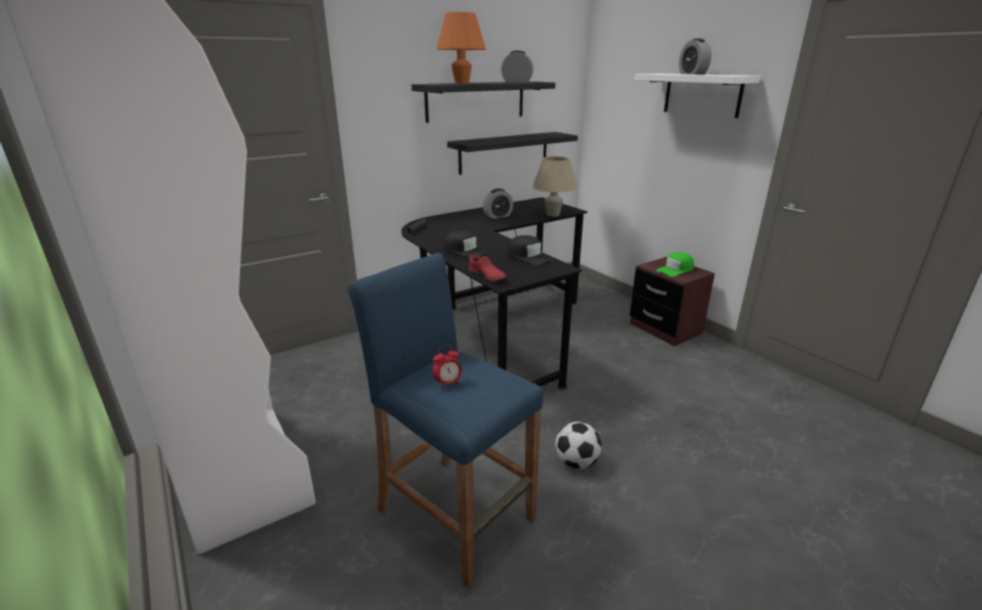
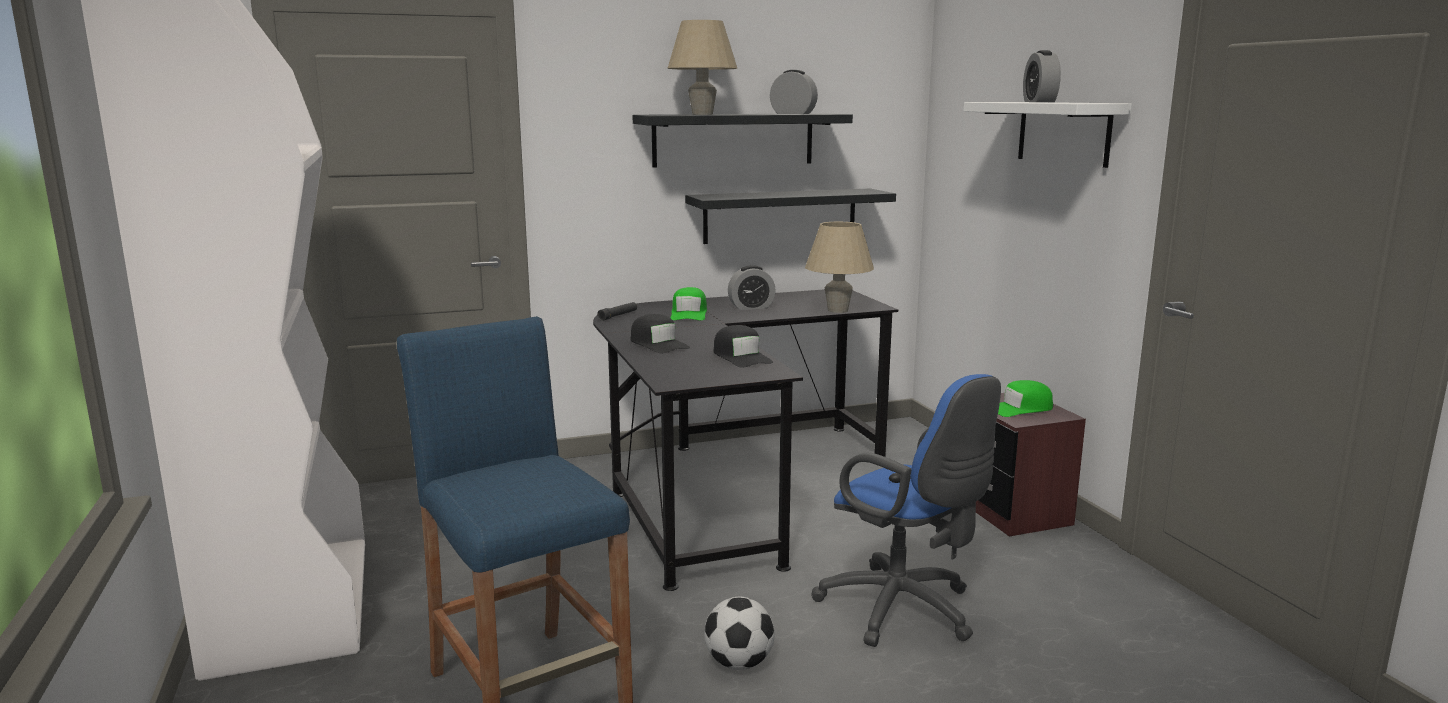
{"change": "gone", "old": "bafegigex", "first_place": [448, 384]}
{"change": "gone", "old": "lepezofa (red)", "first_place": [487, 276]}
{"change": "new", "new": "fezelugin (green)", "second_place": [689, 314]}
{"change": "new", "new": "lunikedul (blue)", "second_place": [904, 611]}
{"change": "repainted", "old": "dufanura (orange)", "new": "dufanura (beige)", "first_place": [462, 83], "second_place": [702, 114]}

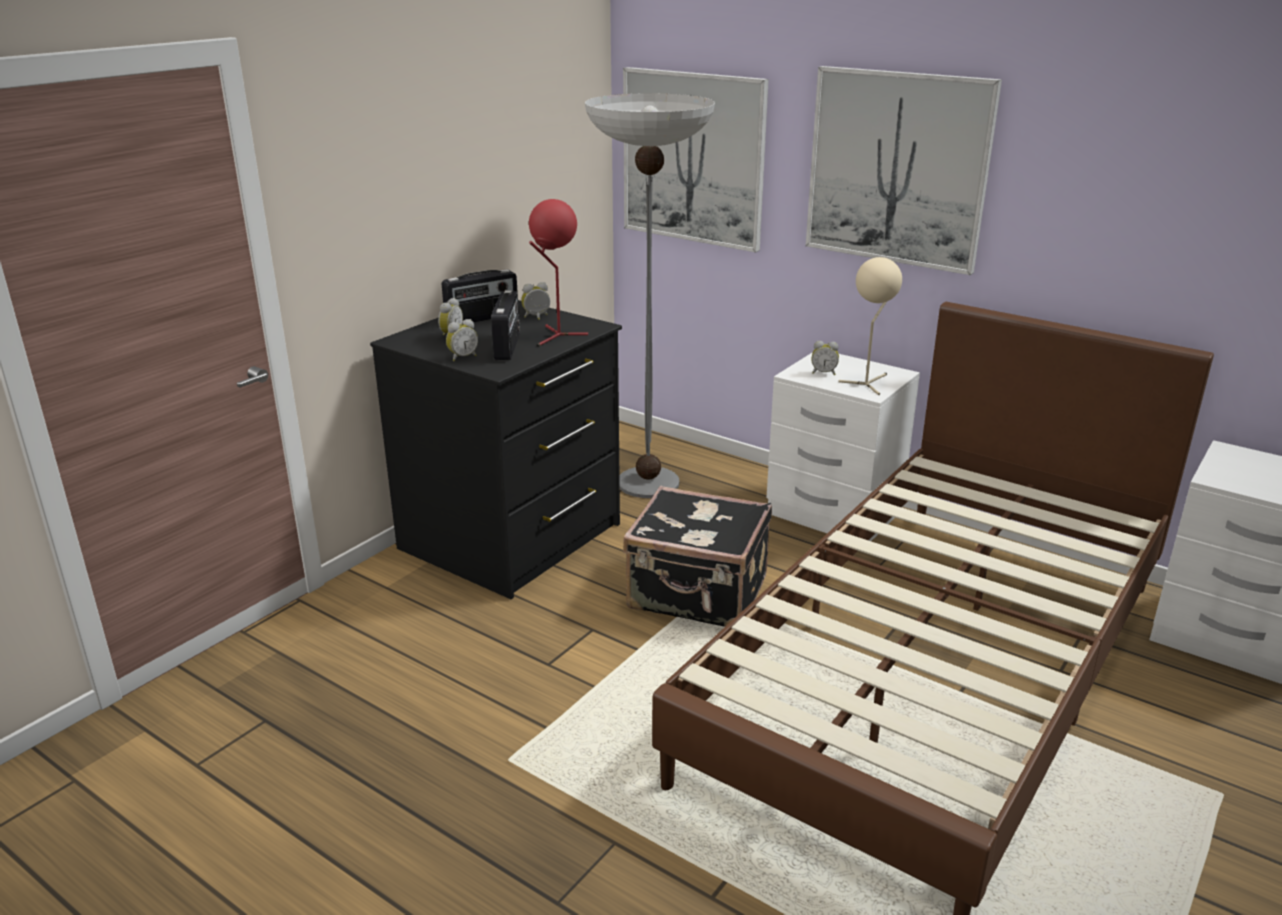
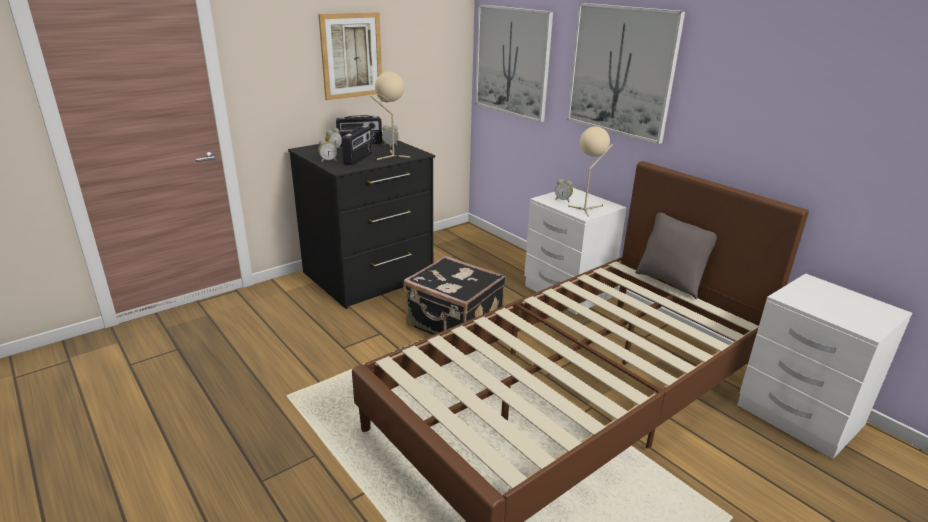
{"change": "gone", "old": "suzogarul", "first_place": [648, 483]}
{"change": "new", "new": "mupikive", "second_place": [351, 56]}
{"change": "new", "new": "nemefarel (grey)", "second_place": [670, 282]}
{"change": "repainted", "old": "dufanura (red)", "new": "dufanura (beige)", "first_place": [556, 336], "second_place": [391, 156]}

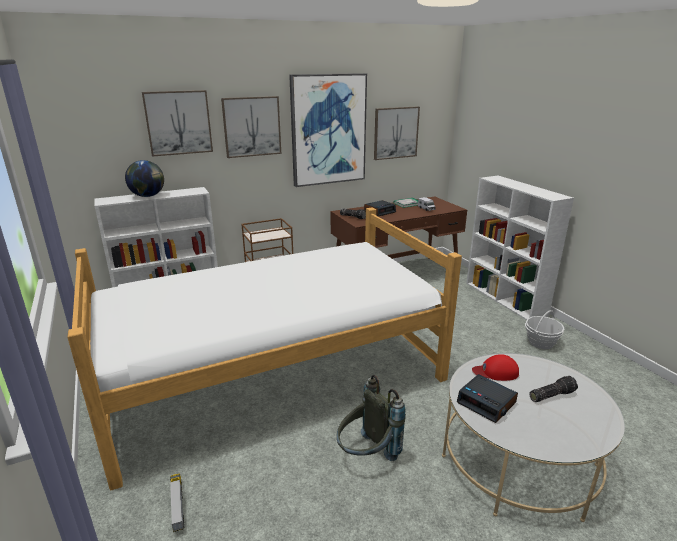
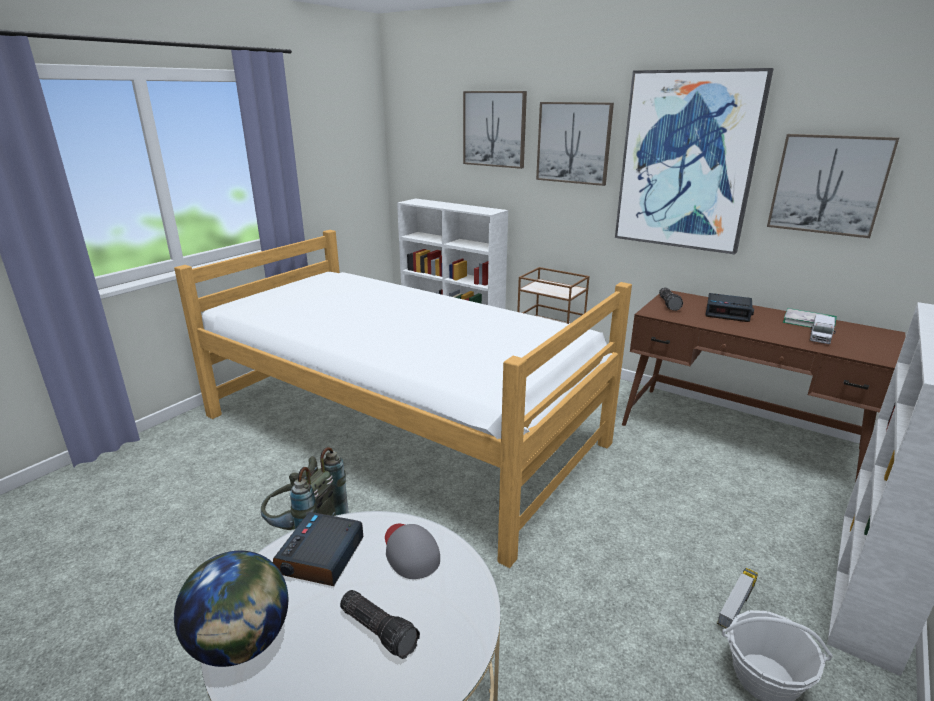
{"change": "shifted", "old": "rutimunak", "first_place": [148, 196], "second_place": [242, 643]}
{"change": "shifted", "old": "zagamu", "first_place": [178, 506], "second_place": [736, 605]}
{"change": "repainted", "old": "fezelugin (red)", "new": "fezelugin (grey)", "first_place": [496, 372], "second_place": [410, 551]}

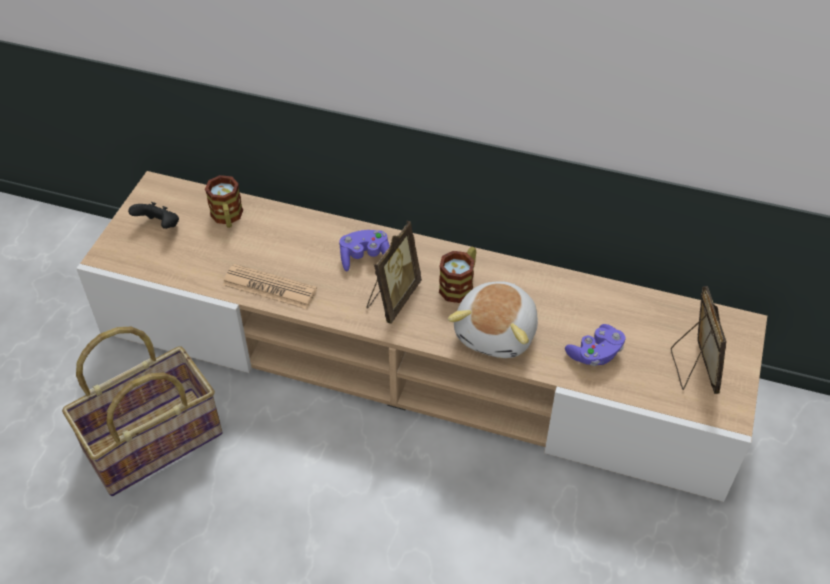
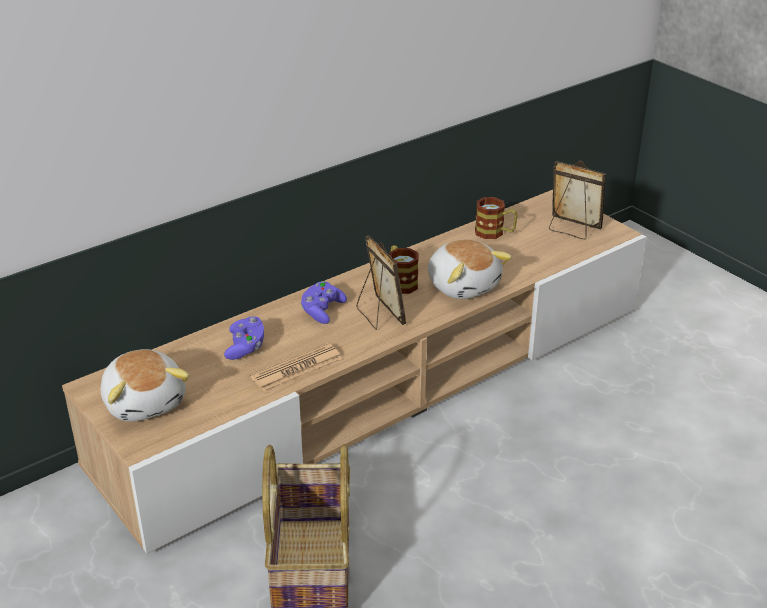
{"change": "shifted", "old": "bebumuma", "first_place": [227, 218], "second_place": [495, 233]}
{"change": "shifted", "old": "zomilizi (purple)", "first_place": [595, 354], "second_place": [245, 347]}
{"change": "swapped", "old": "zomilizi (black)", "new": "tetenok", "first_place": [159, 226], "second_place": [145, 401]}

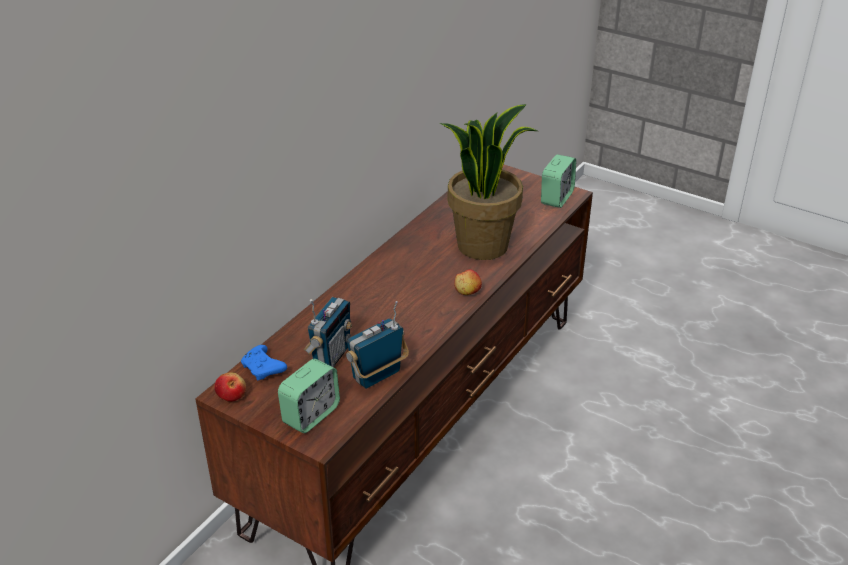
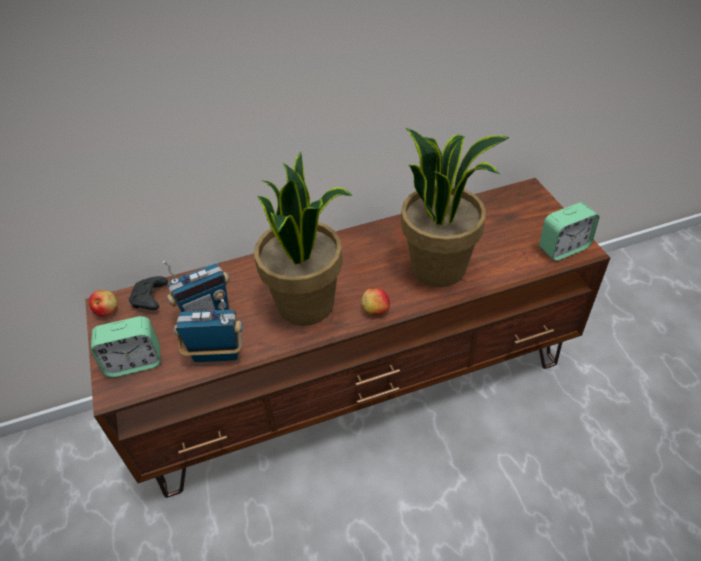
{"change": "new", "new": "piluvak", "second_place": [307, 304]}
{"change": "repainted", "old": "zomilizi (blue)", "new": "zomilizi (black)", "first_place": [264, 369], "second_place": [150, 299]}

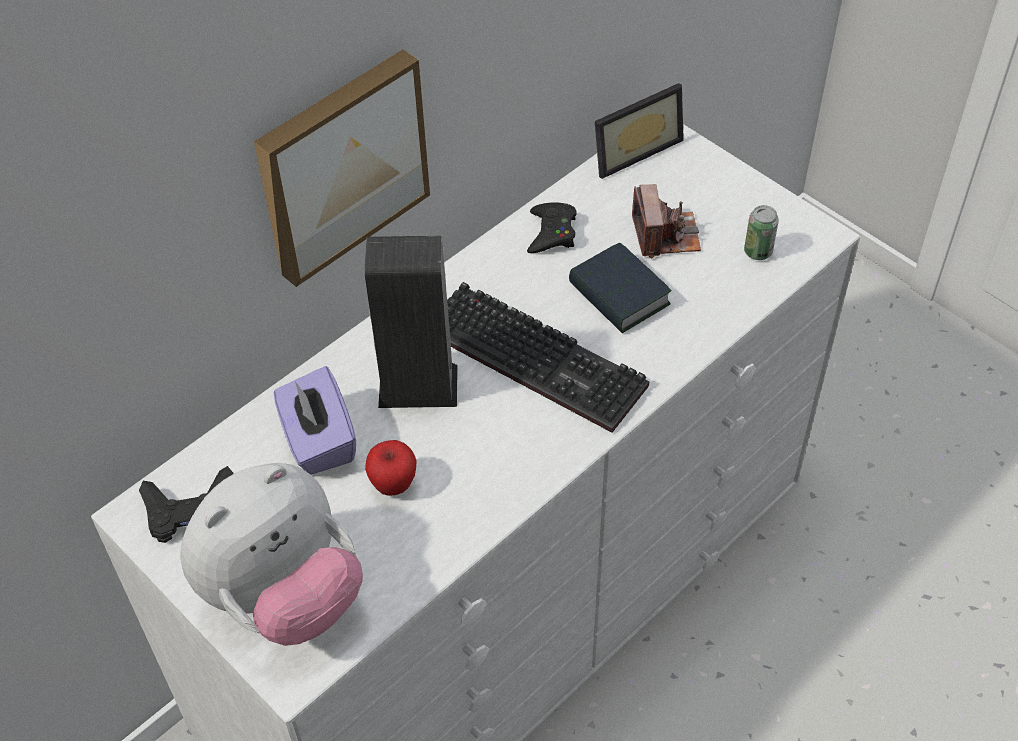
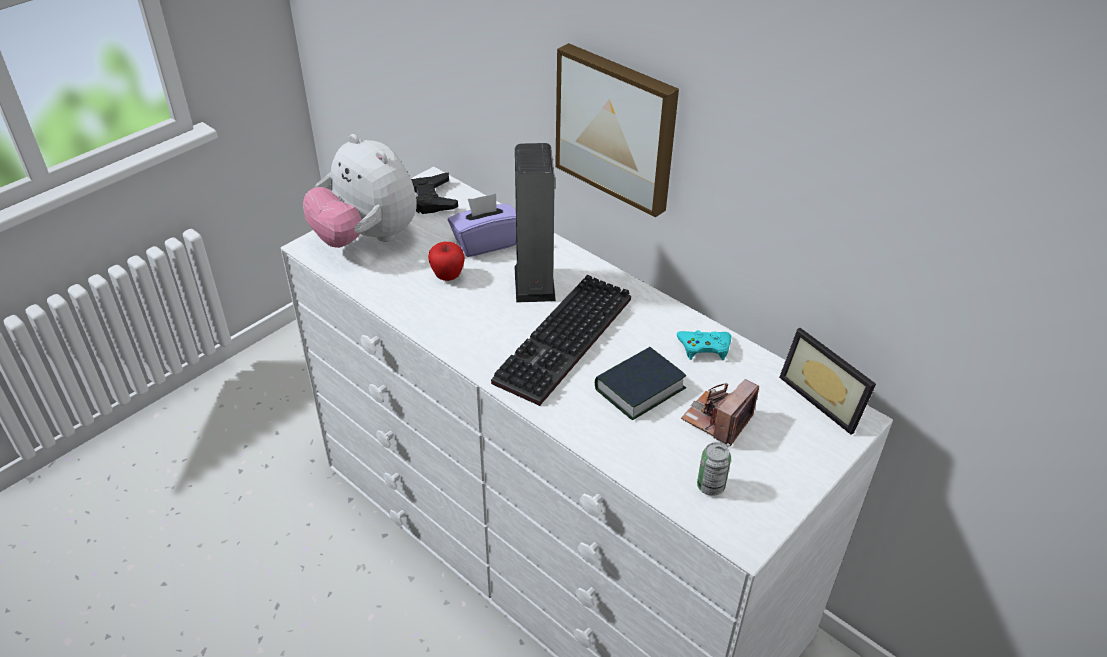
{"change": "repainted", "old": "zomilizi (black)", "new": "zomilizi (turquoise)", "first_place": [552, 233], "second_place": [704, 348]}
{"change": "rotated", "old": "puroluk", "first_place": [665, 235], "second_place": [718, 419], "degrees": 135}

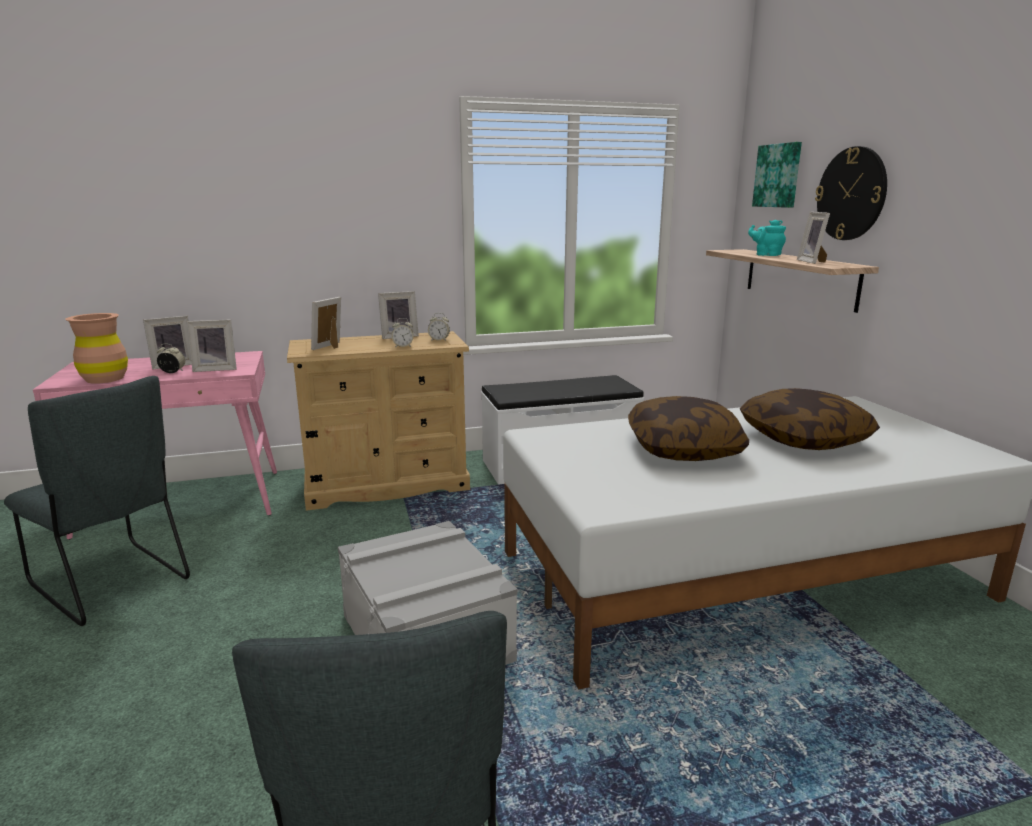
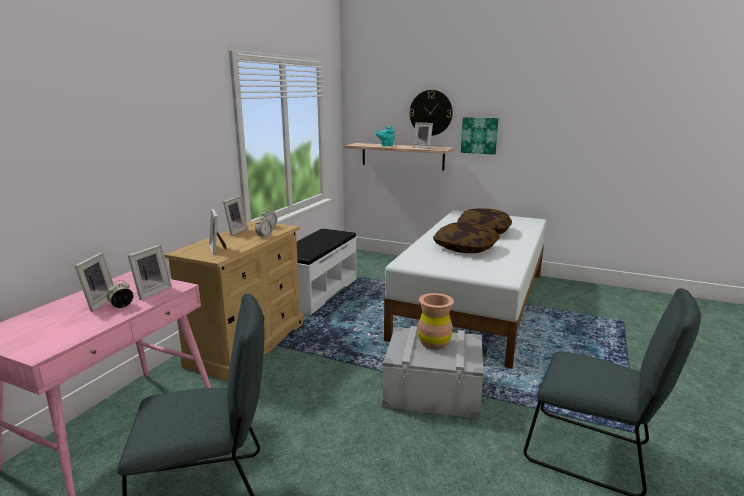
{"change": "shifted", "old": "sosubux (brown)", "first_place": [105, 379], "second_place": [434, 343]}
{"change": "shifted", "old": "mupikive", "first_place": [778, 175], "second_place": [479, 135]}

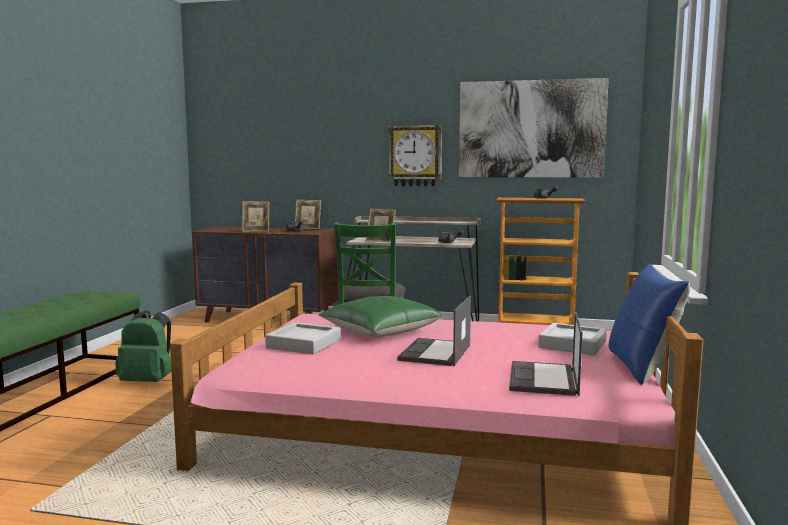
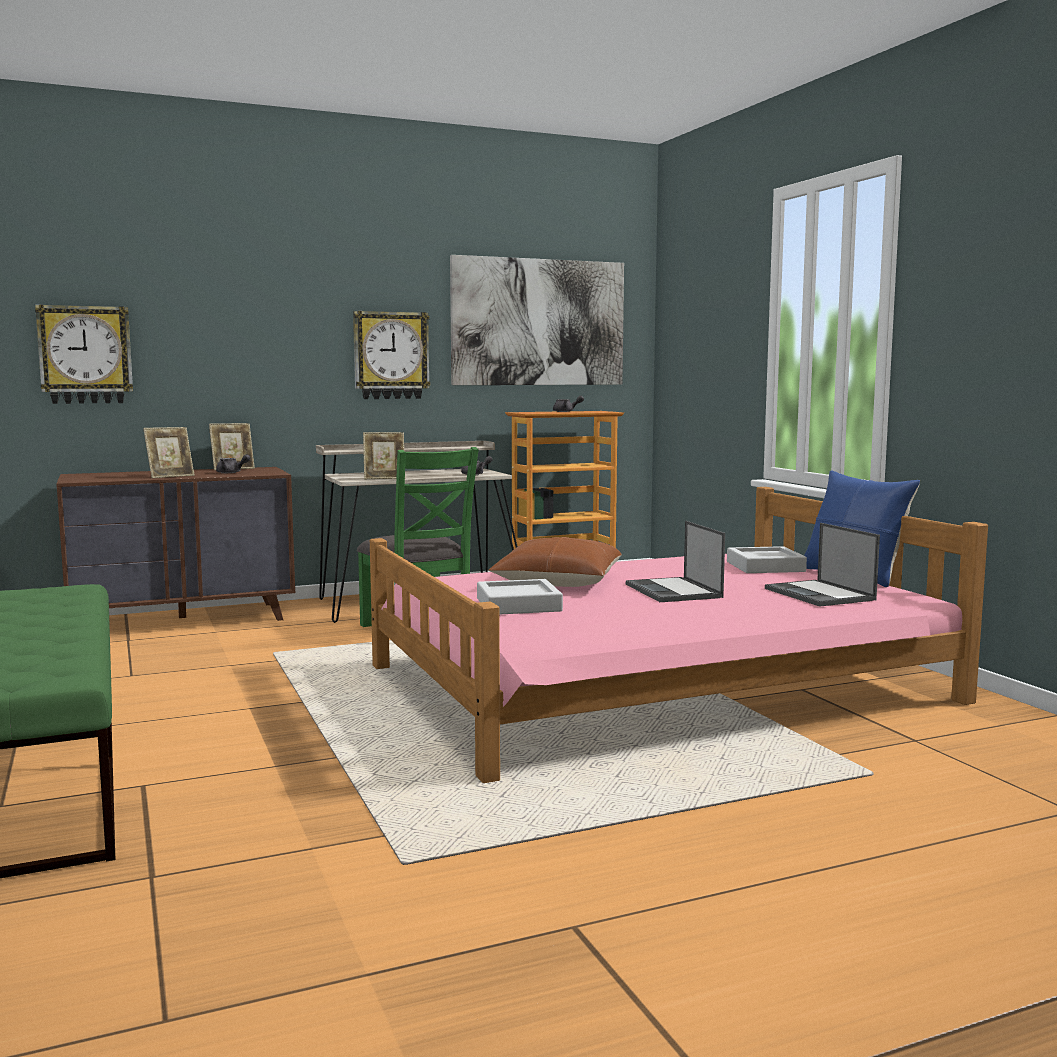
{"change": "gone", "old": "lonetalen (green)", "first_place": [148, 382]}
{"change": "new", "new": "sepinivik", "second_place": [85, 355]}
{"change": "repainted", "old": "nemefarel (green)", "new": "nemefarel (brown)", "first_place": [380, 331], "second_place": [557, 582]}

